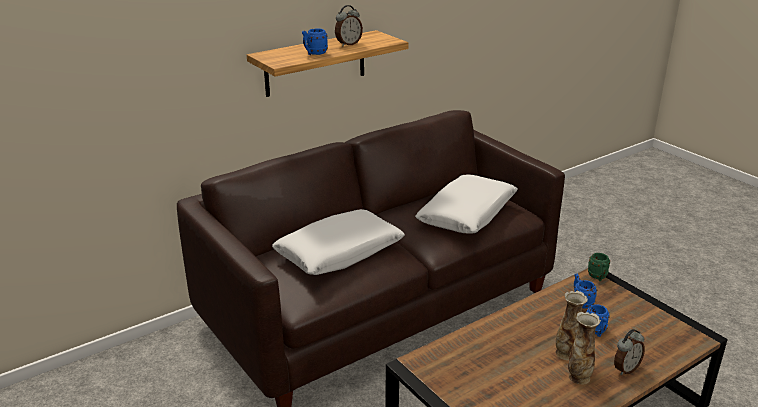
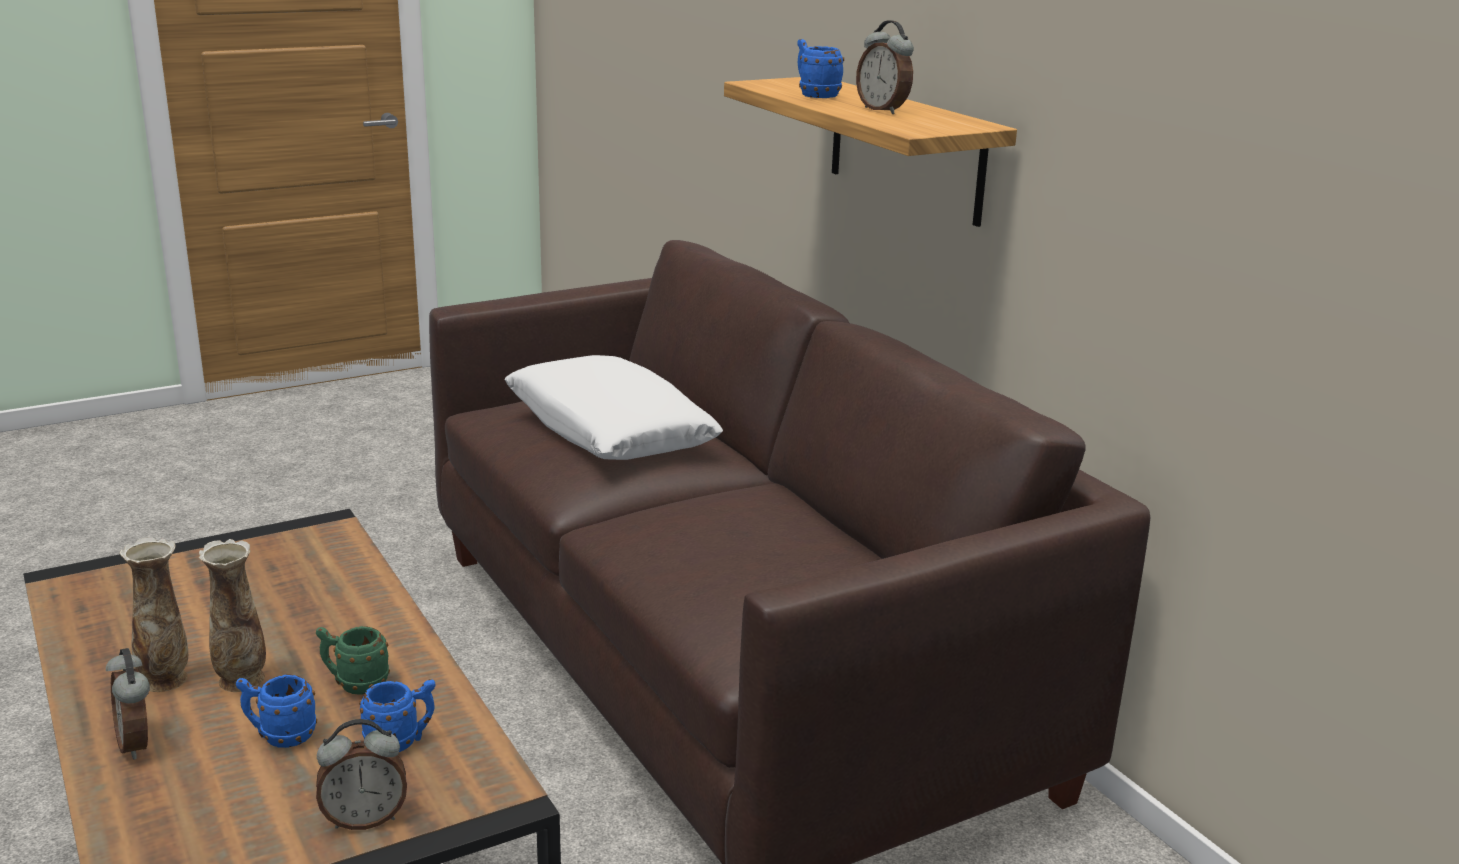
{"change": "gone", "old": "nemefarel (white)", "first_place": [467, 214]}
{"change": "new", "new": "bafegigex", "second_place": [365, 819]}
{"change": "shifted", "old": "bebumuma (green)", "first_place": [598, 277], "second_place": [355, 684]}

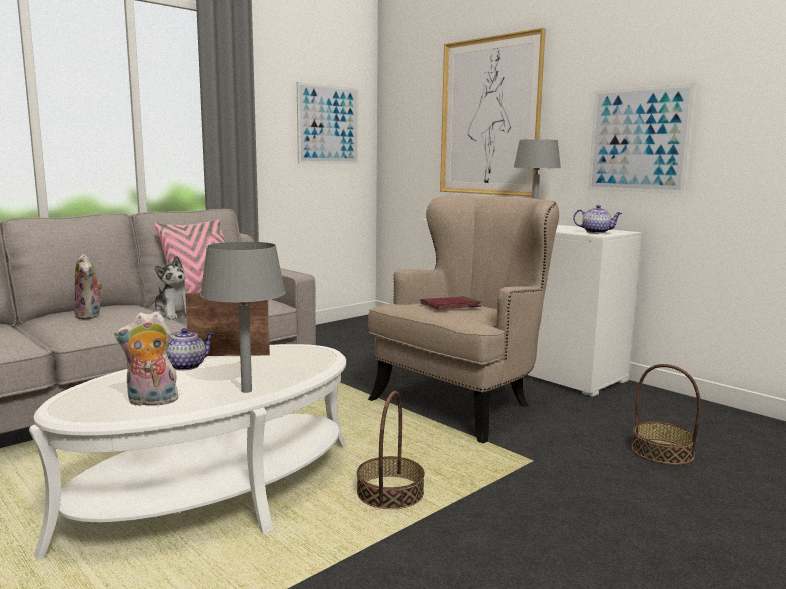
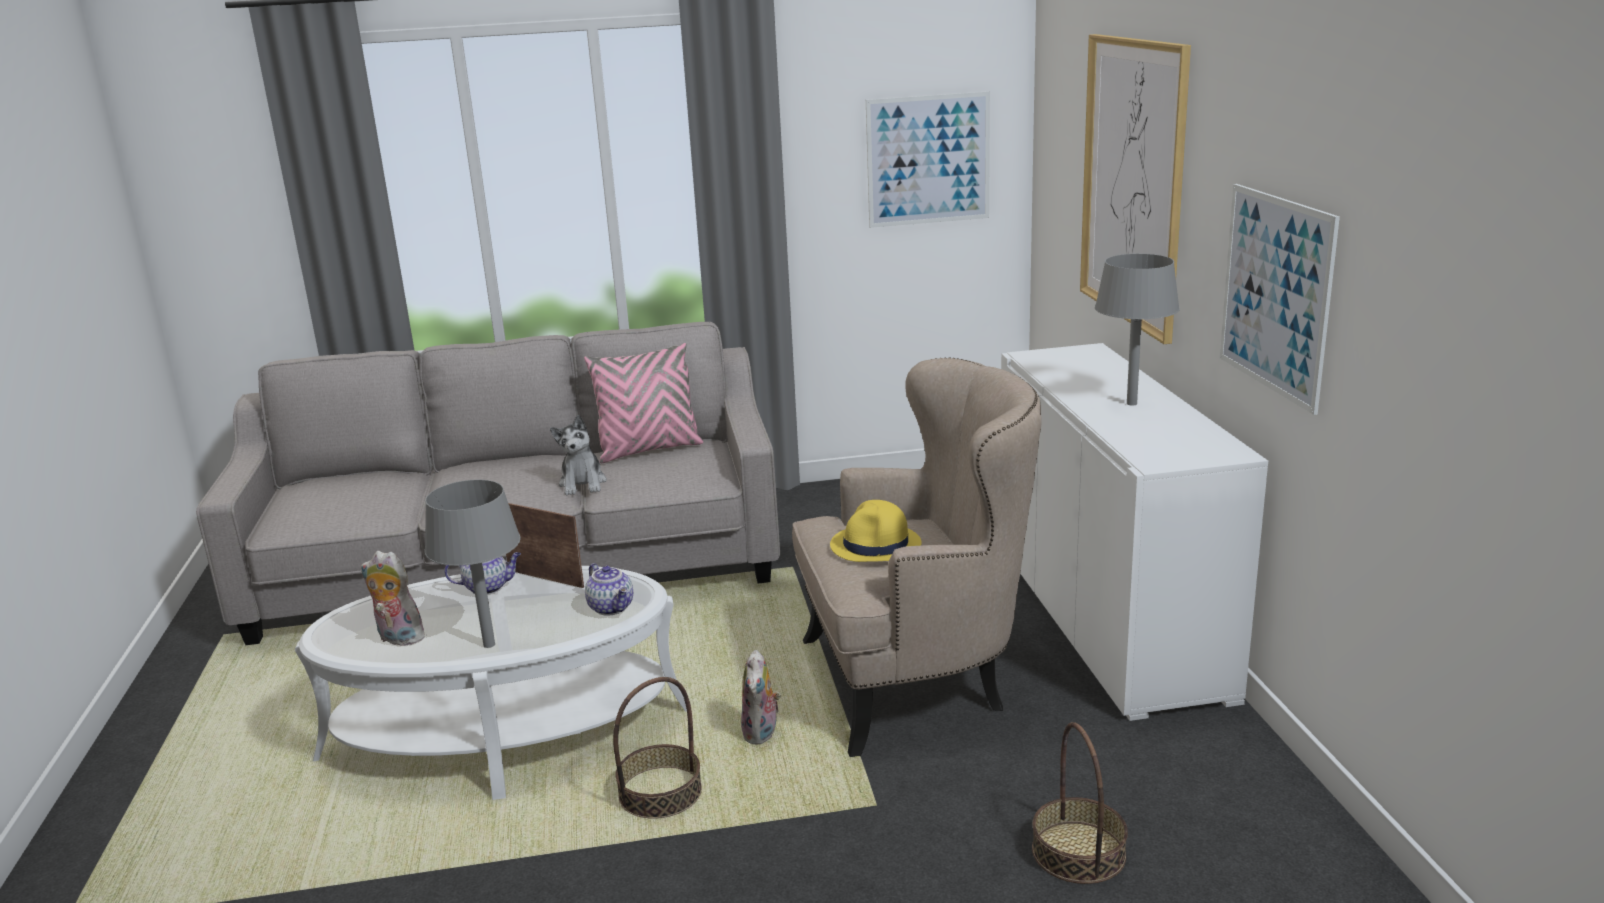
{"change": "shifted", "old": "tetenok", "first_place": [90, 316], "second_place": [762, 734]}
{"change": "shifted", "old": "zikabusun", "first_place": [596, 232], "second_place": [612, 608]}
{"change": "swapped", "old": "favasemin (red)", "new": "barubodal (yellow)", "first_place": [450, 306], "second_place": [876, 546]}

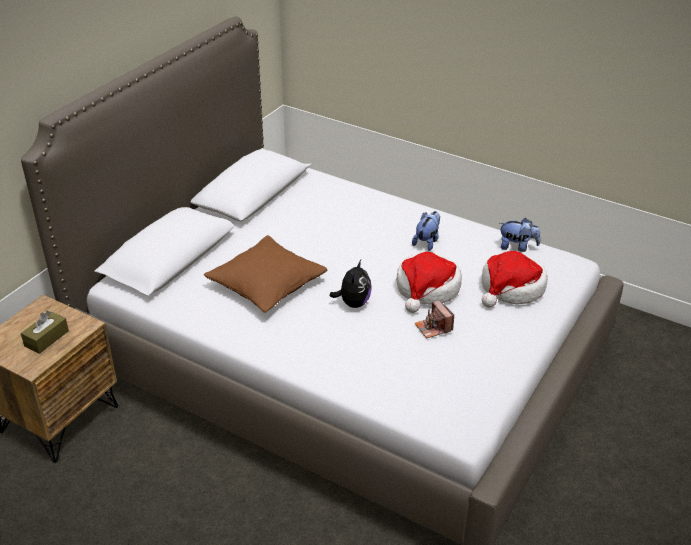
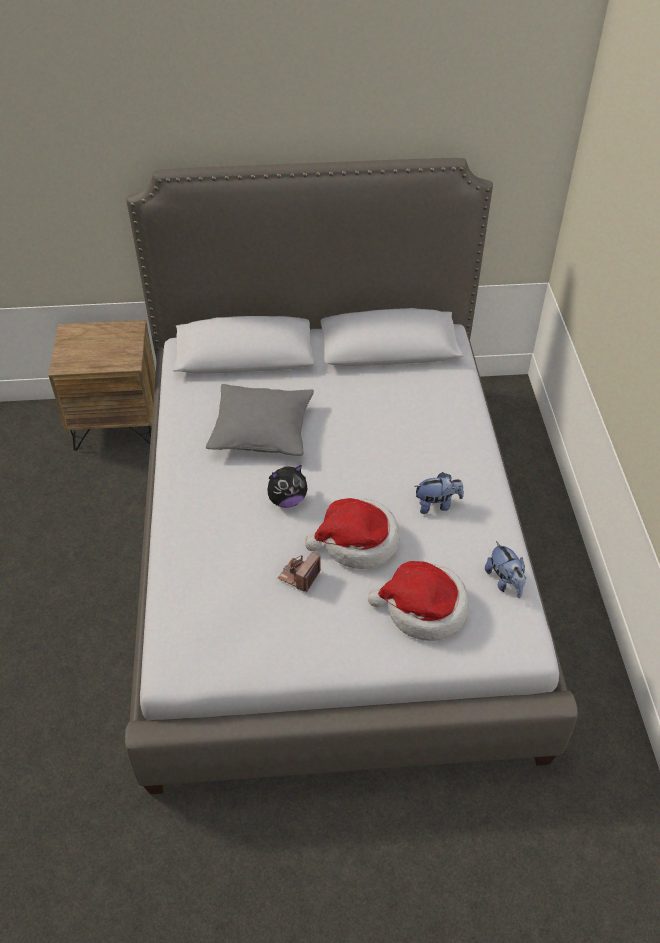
{"change": "gone", "old": "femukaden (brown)", "first_place": [46, 338]}
{"change": "repainted", "old": "nemefarel (brown)", "new": "nemefarel (grey)", "first_place": [267, 285], "second_place": [262, 431]}

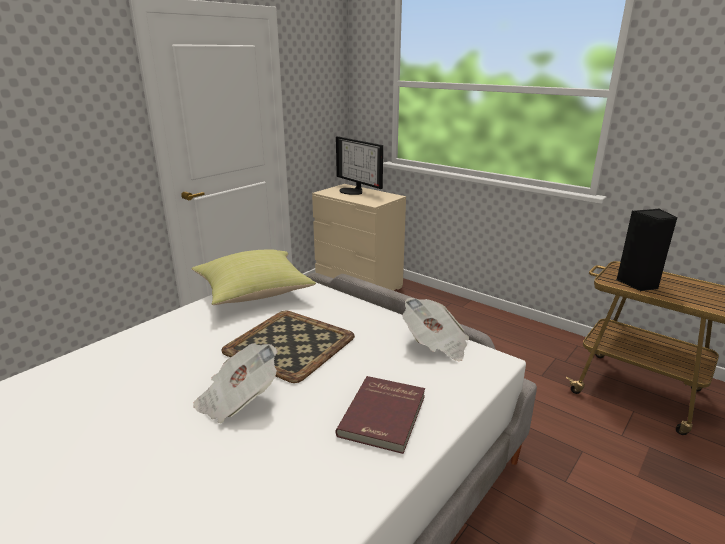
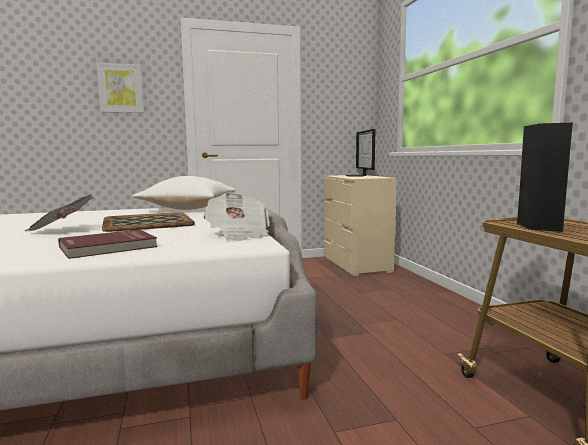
{"change": "new", "new": "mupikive", "second_place": [120, 88]}
{"change": "repainted", "old": "nemefarel (yellow)", "new": "nemefarel (white)", "first_place": [253, 294], "second_place": [186, 209]}

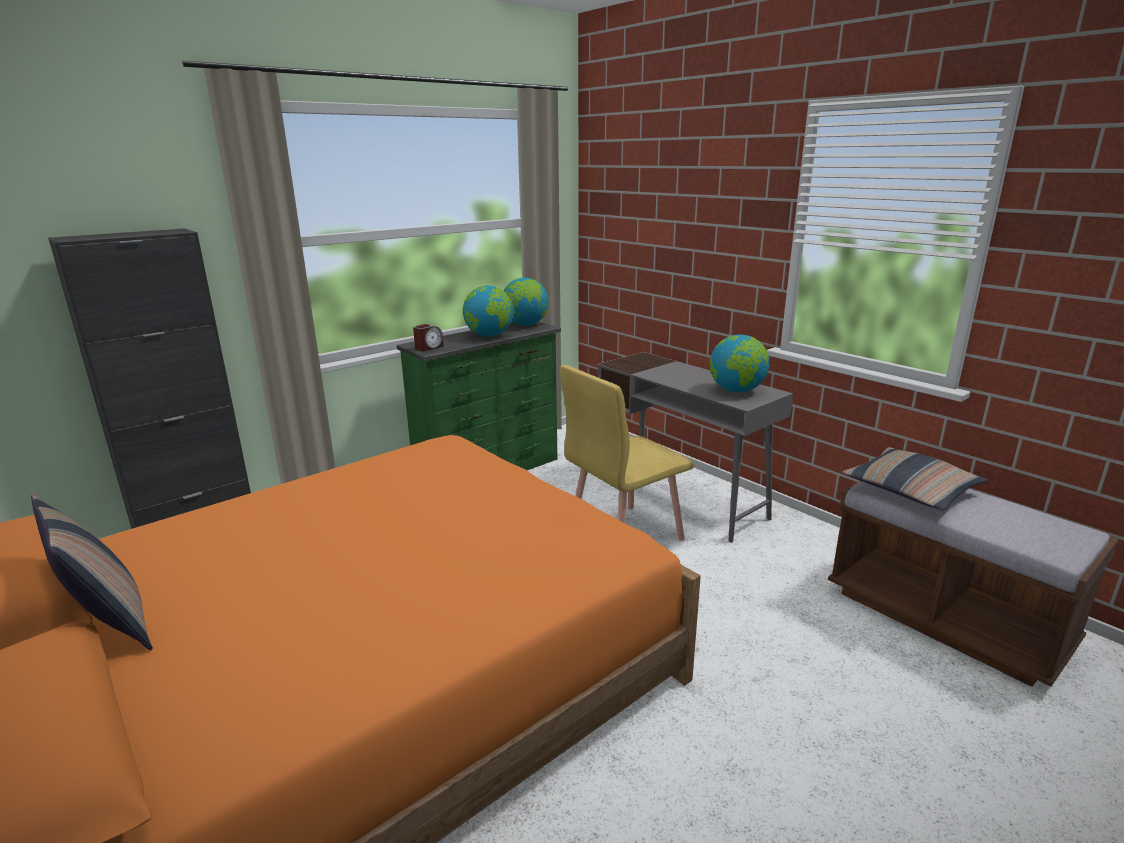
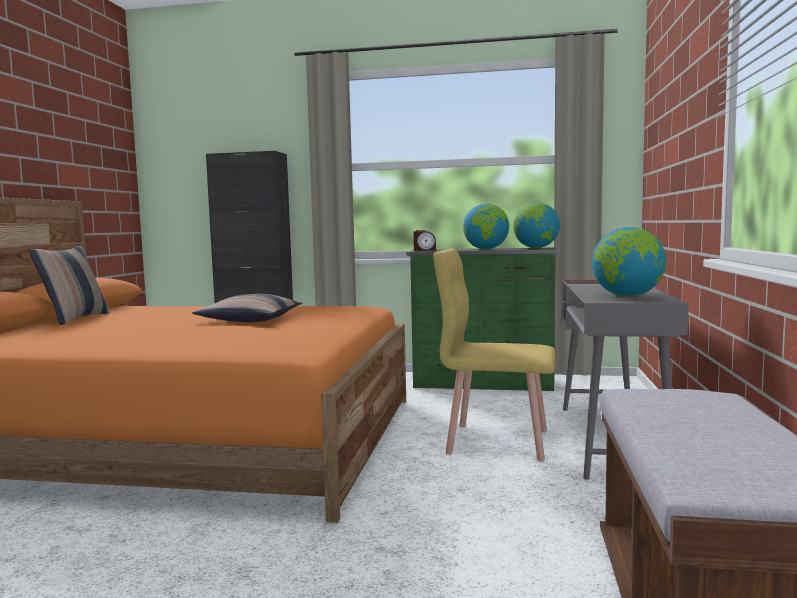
{"change": "shifted", "old": "nemefarel", "first_place": [911, 490], "second_place": [250, 320]}

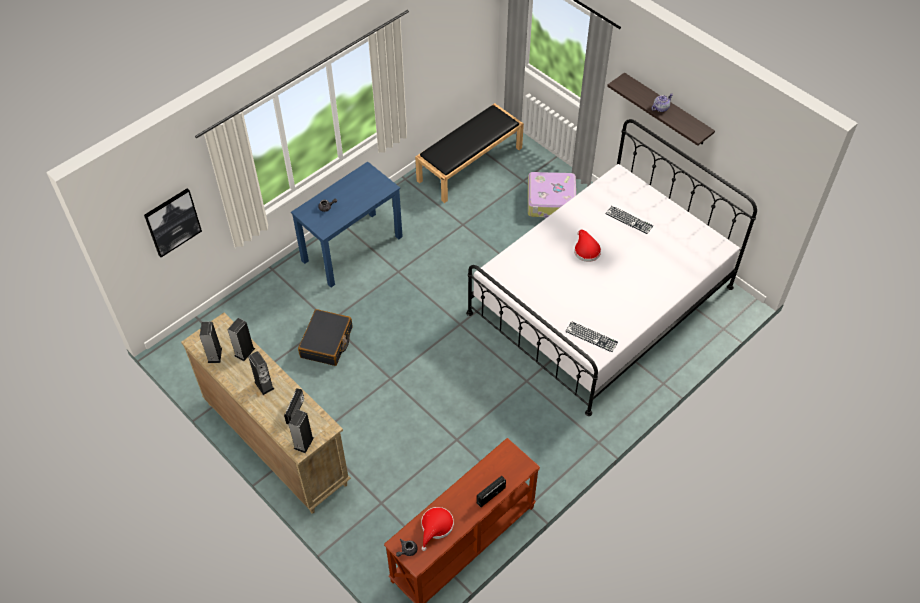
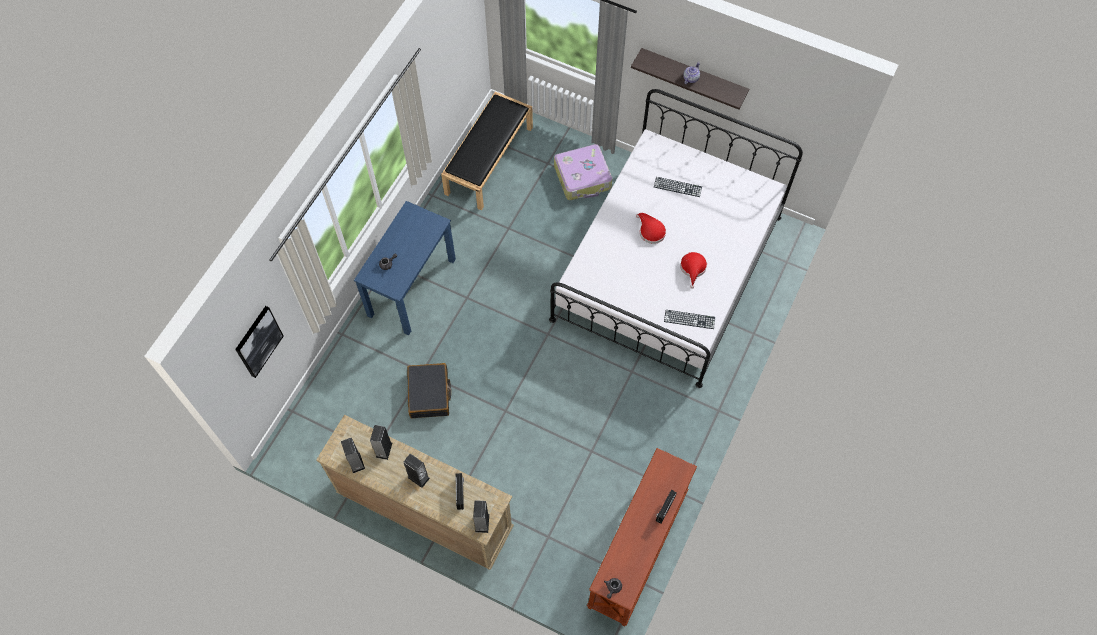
{"change": "shifted", "old": "barubodal (red)", "first_place": [436, 527], "second_place": [693, 268]}

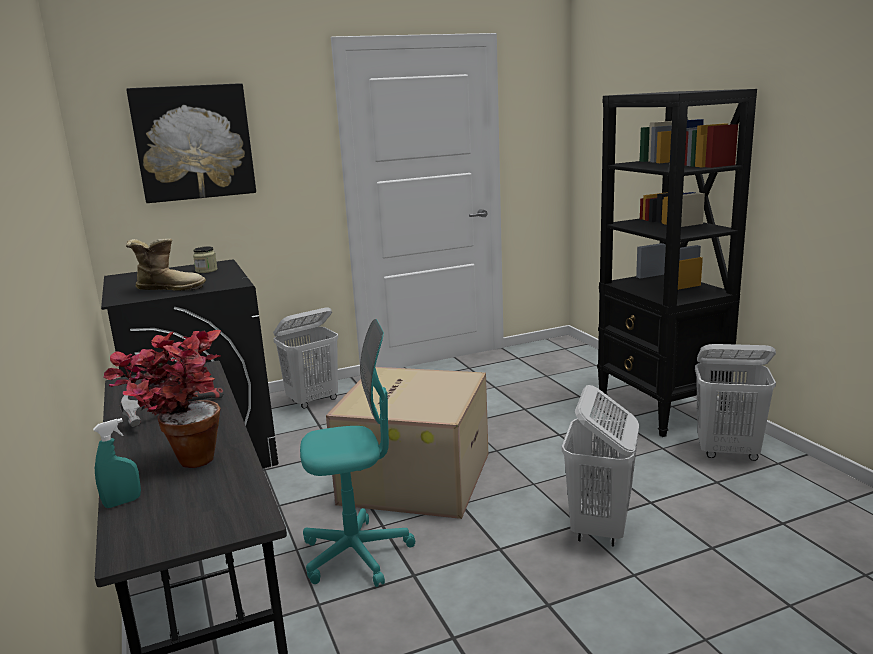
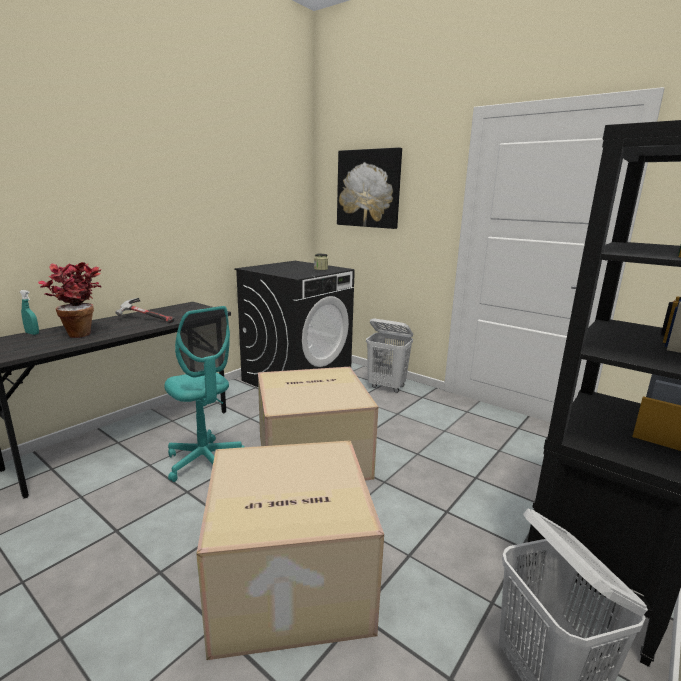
{"change": "gone", "old": "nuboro", "first_place": [169, 289]}
{"change": "swapped", "old": "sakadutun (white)", "new": "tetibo", "first_place": [599, 528], "second_place": [287, 580]}

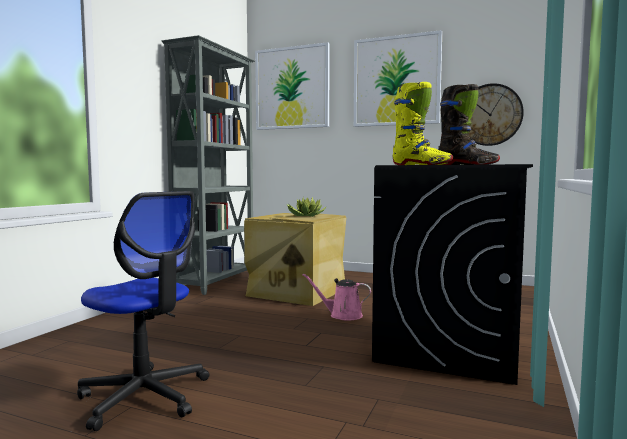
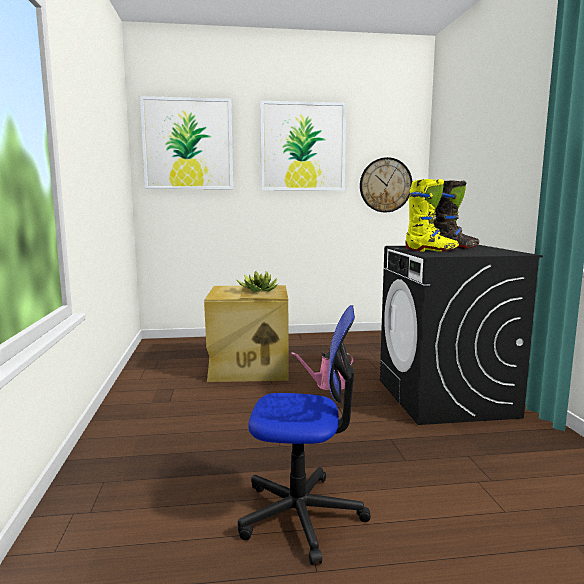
{"change": "gone", "old": "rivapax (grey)", "first_place": [217, 282]}

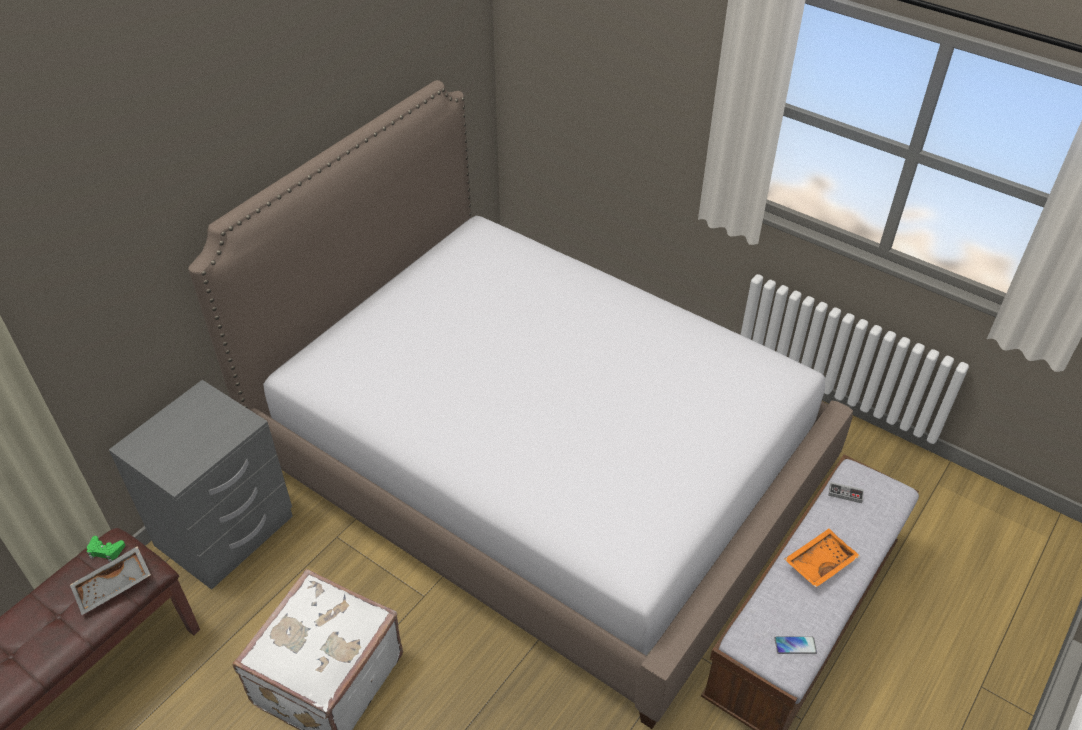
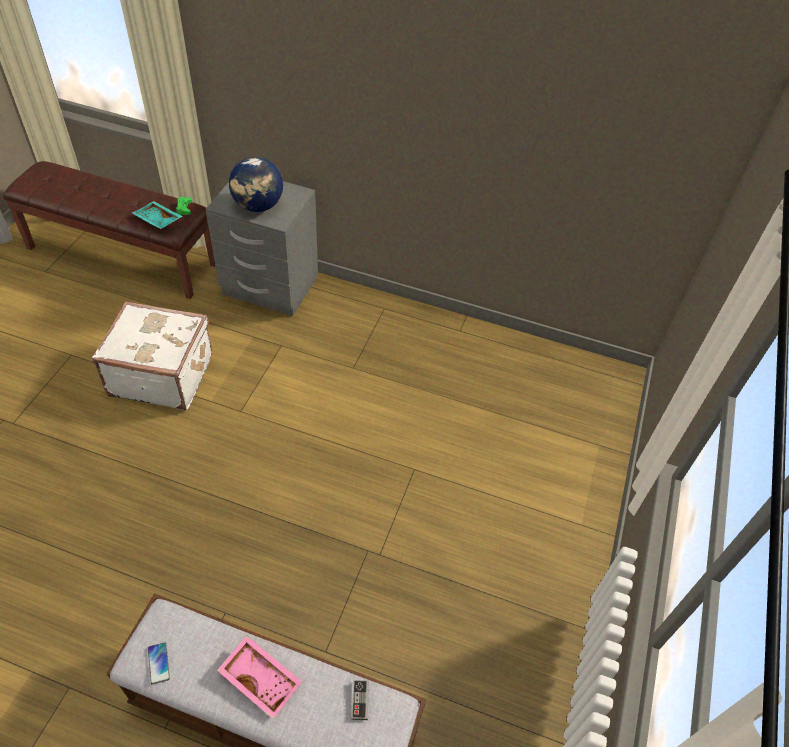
{"change": "gone", "old": "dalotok", "first_place": [540, 469]}
{"change": "new", "new": "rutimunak", "second_place": [258, 206]}
{"change": "repainted", "old": "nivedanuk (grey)", "new": "nivedanuk (turquoise)", "first_place": [114, 587], "second_place": [157, 221]}
{"change": "repainted", "old": "nivedanuk (orange)", "new": "nivedanuk (pink)", "first_place": [819, 562], "second_place": [261, 678]}

